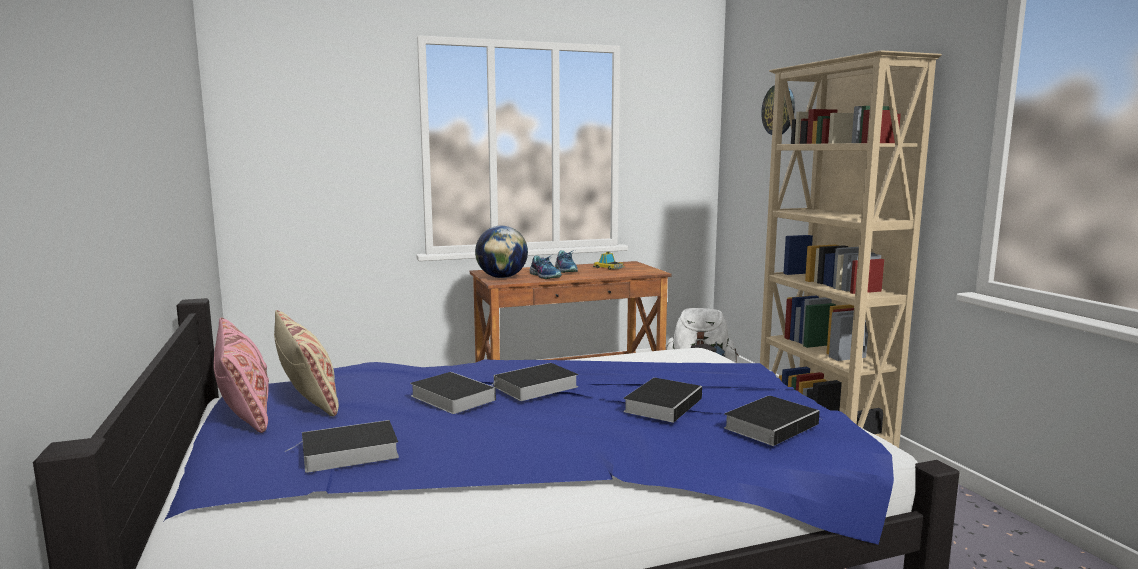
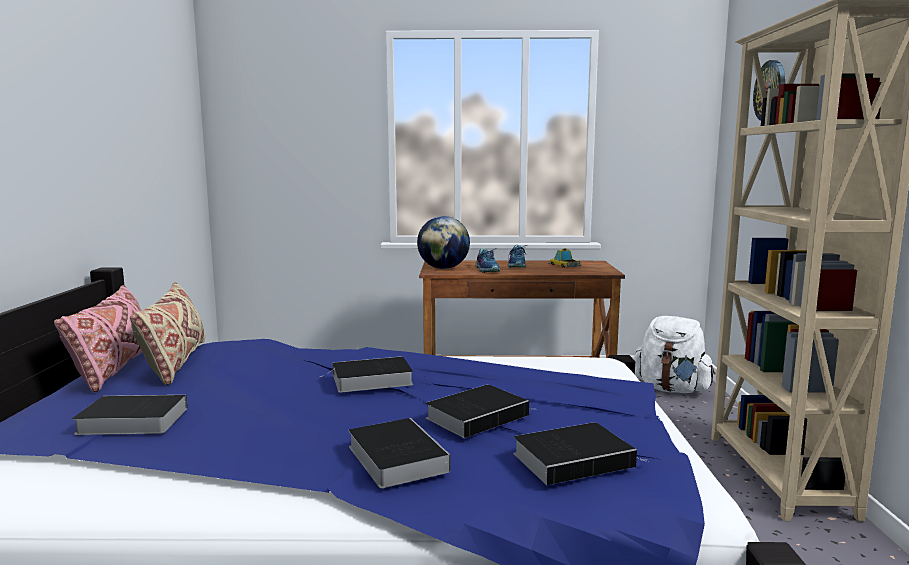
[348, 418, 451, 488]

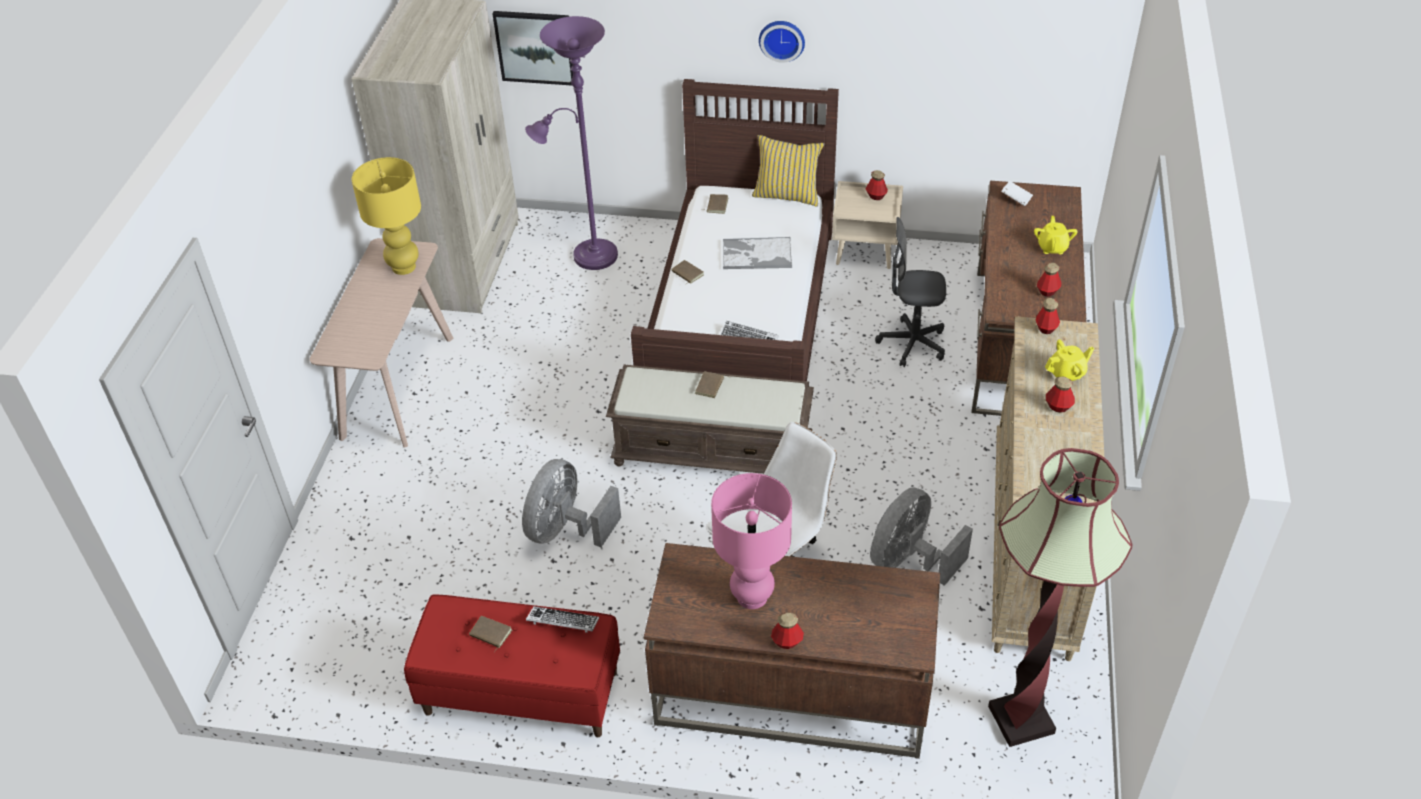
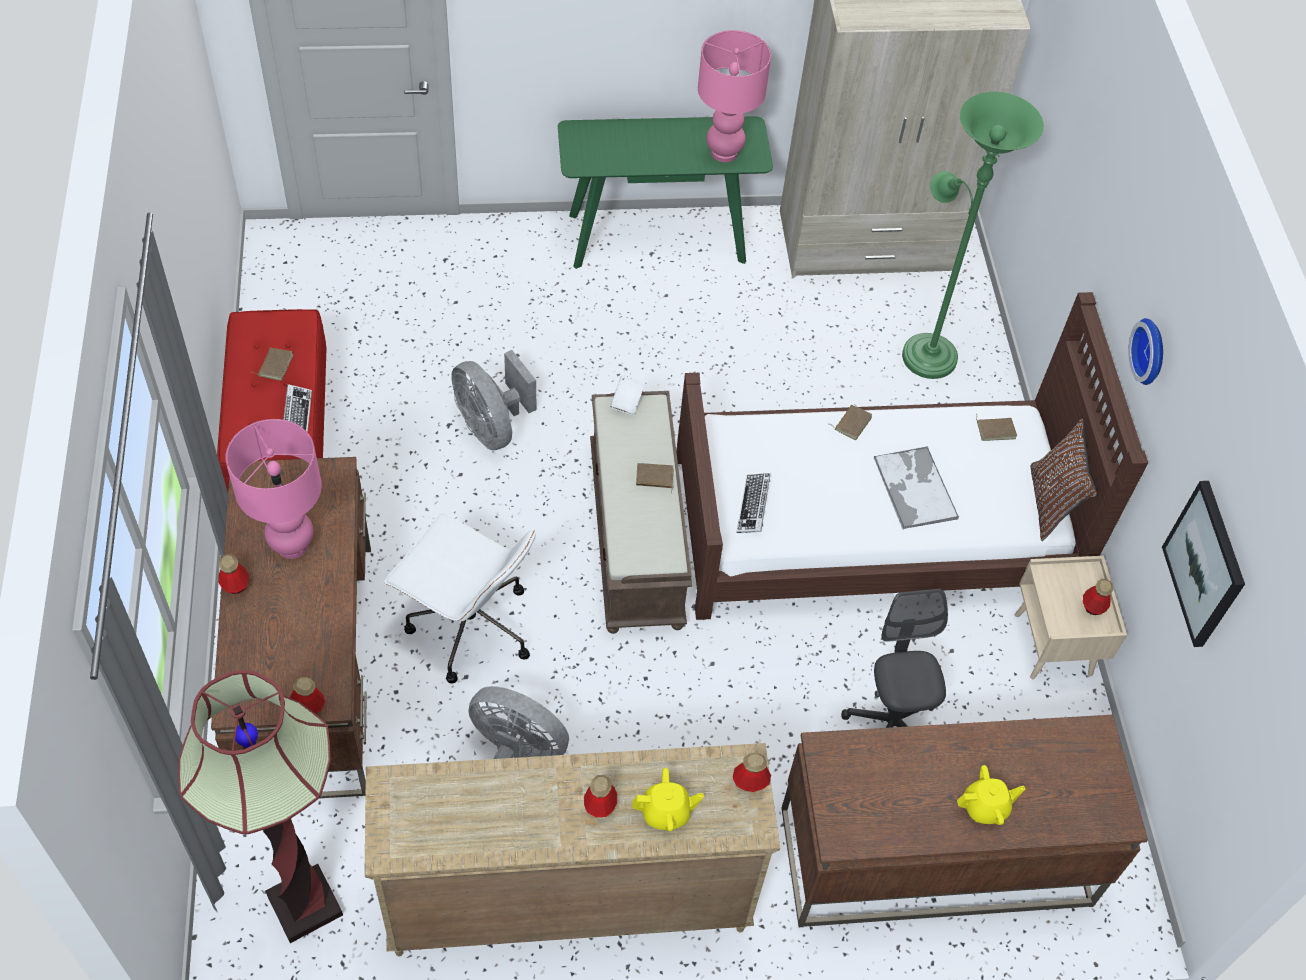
[1162, 481, 1245, 647]
[610, 375, 645, 415]
[290, 677, 325, 714]
[558, 116, 773, 269]
[698, 30, 771, 162]
[902, 92, 1044, 379]
[1030, 418, 1097, 541]
[451, 350, 536, 450]
[632, 768, 704, 831]

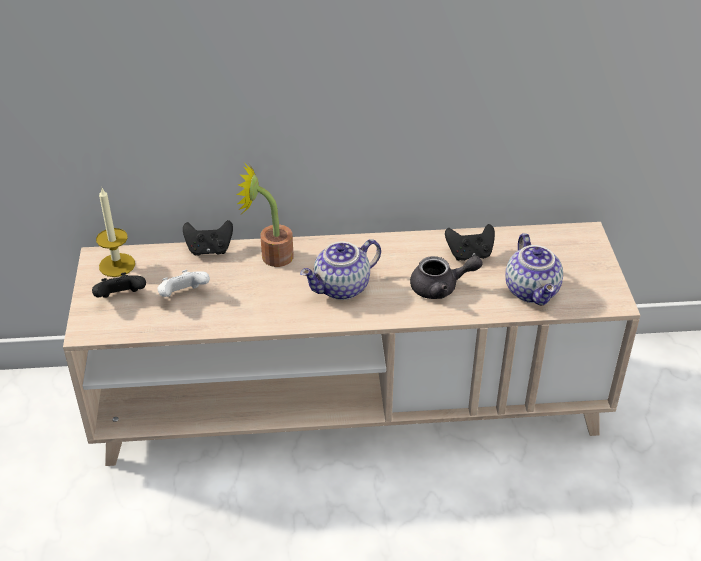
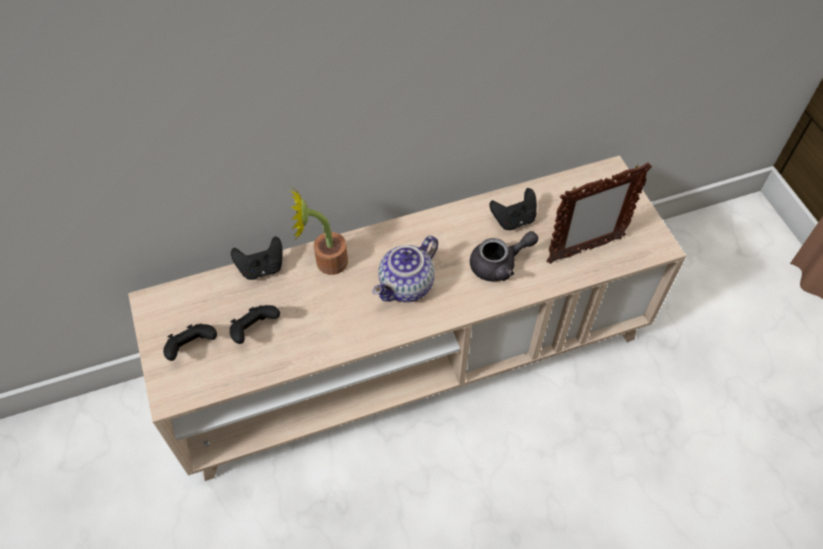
[96, 188, 135, 277] (first image)
[546, 163, 652, 264]
[230, 305, 280, 344]

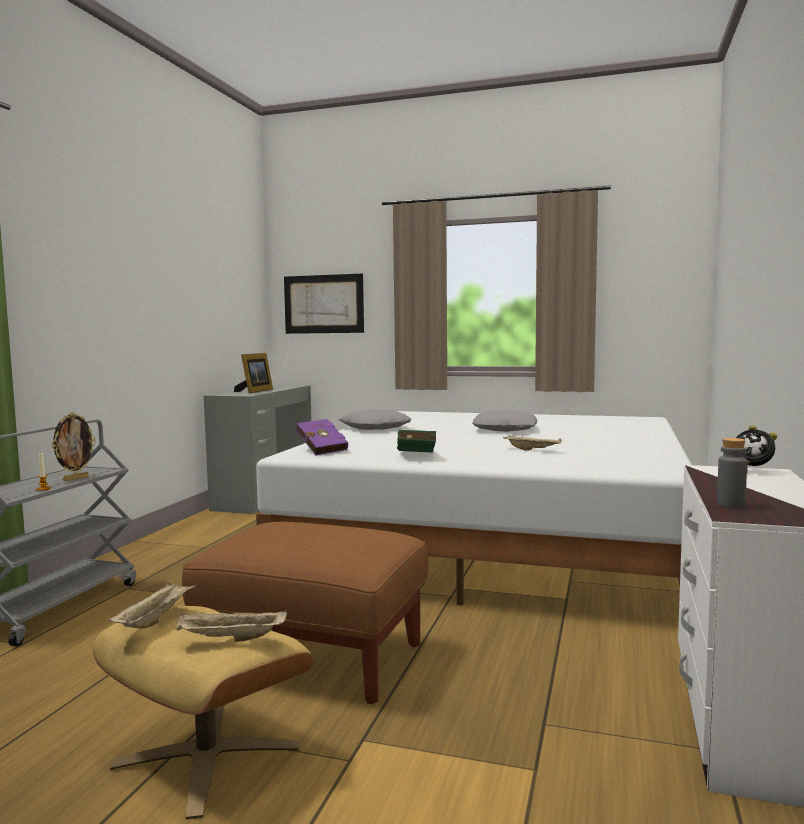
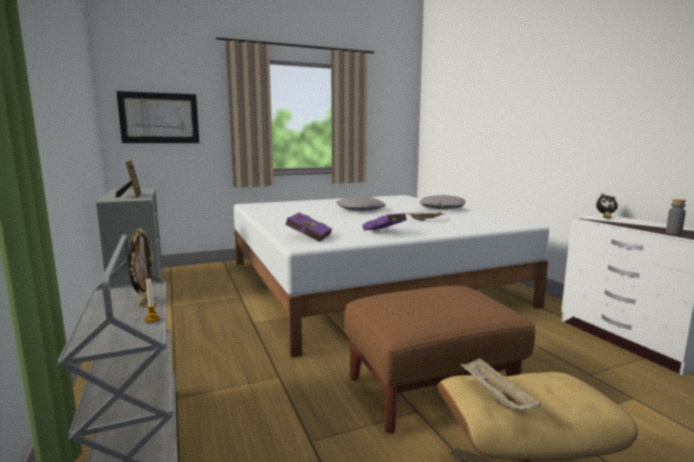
[176, 609, 287, 641] (first image)
[420, 195, 466, 209]
[362, 213, 407, 230]

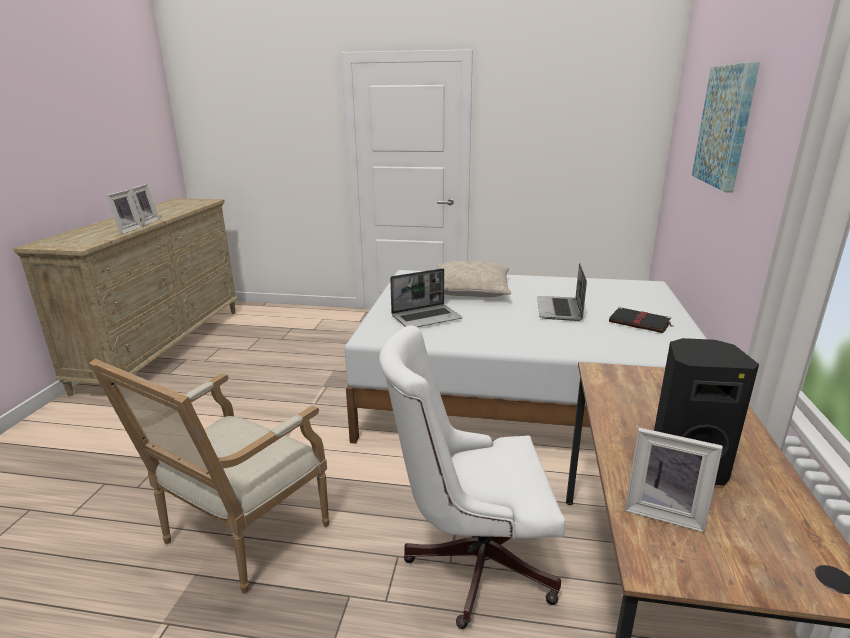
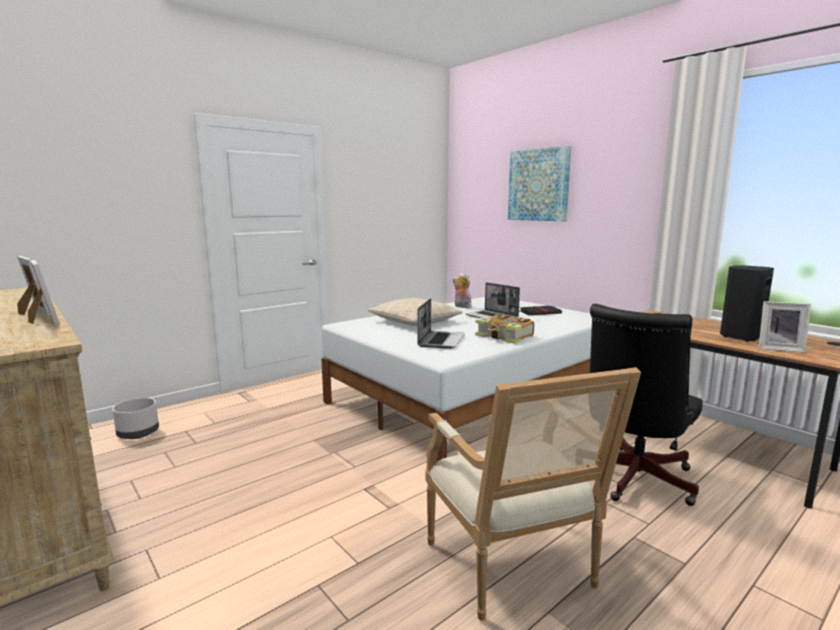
[112, 398, 159, 439]
[453, 273, 472, 308]
[475, 314, 534, 344]
[590, 304, 703, 506]
[758, 301, 811, 353]

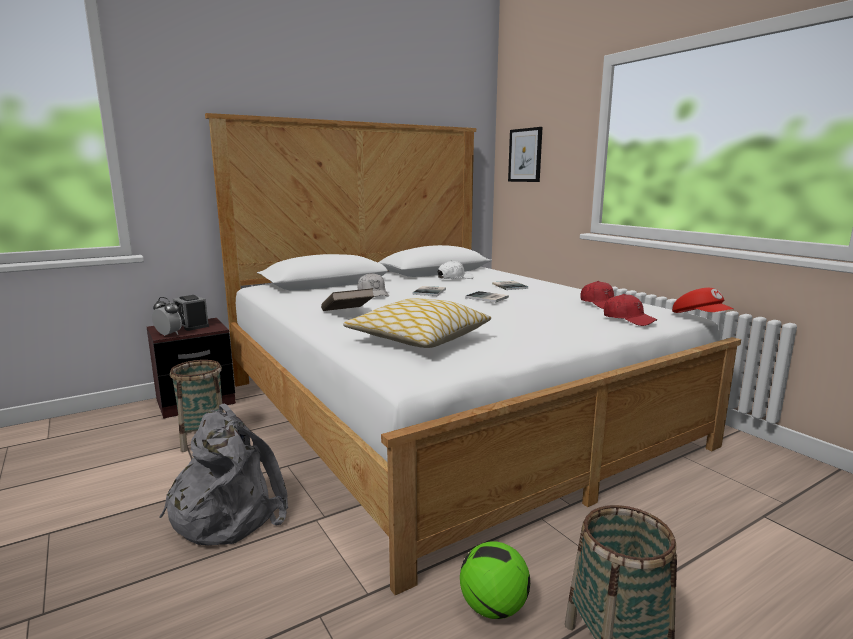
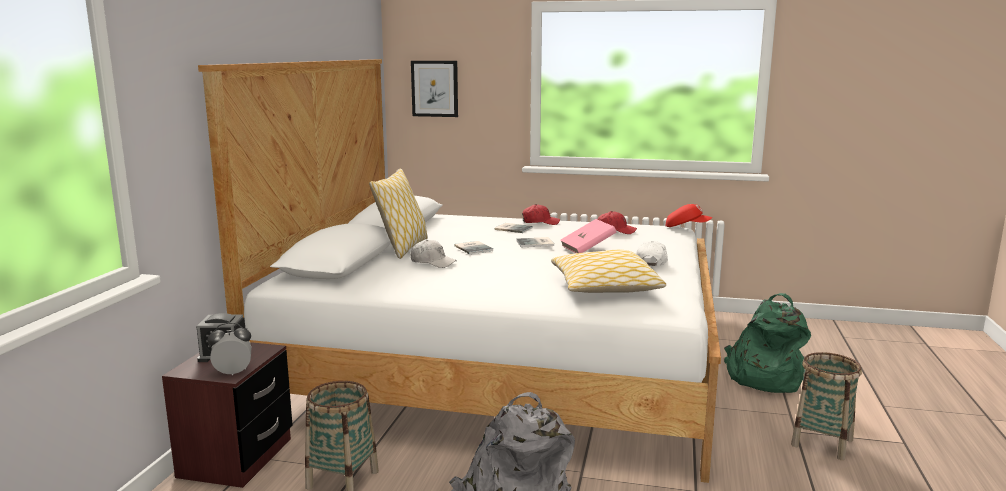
[321, 288, 374, 311] (first image)
[460, 541, 530, 619] (first image)
[369, 168, 428, 259]
[560, 219, 616, 253]
[724, 293, 811, 393]
[636, 241, 668, 266]
[522, 204, 560, 225]

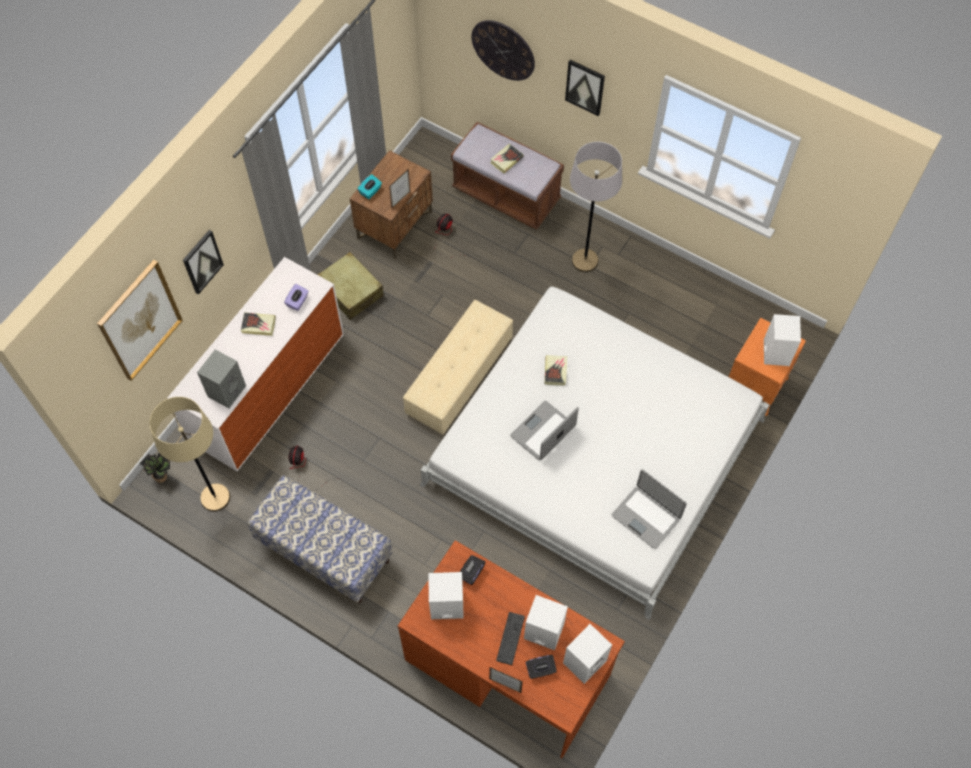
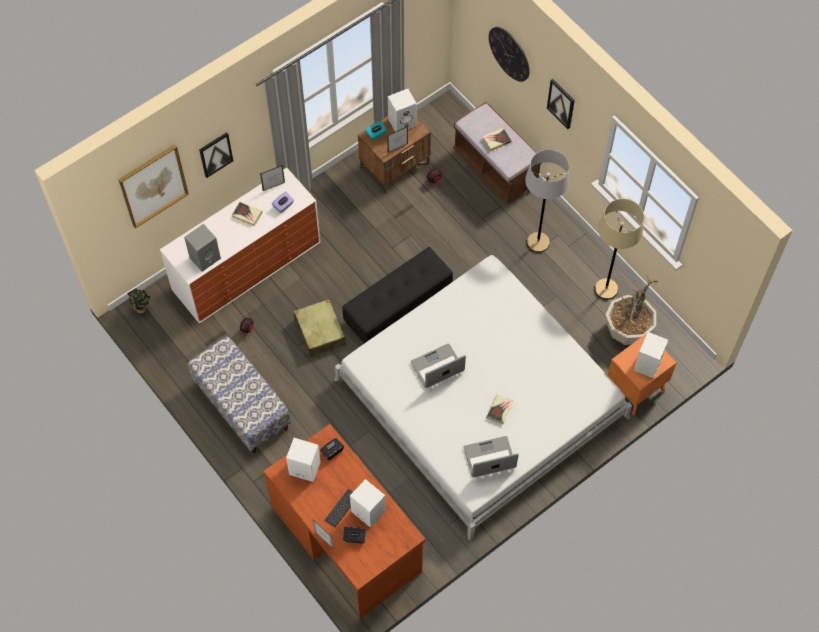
[260, 165, 285, 191]
[606, 275, 658, 345]
[594, 199, 644, 300]
[294, 299, 345, 357]
[487, 395, 513, 424]
[388, 89, 417, 132]
[342, 247, 453, 343]
[463, 436, 519, 477]

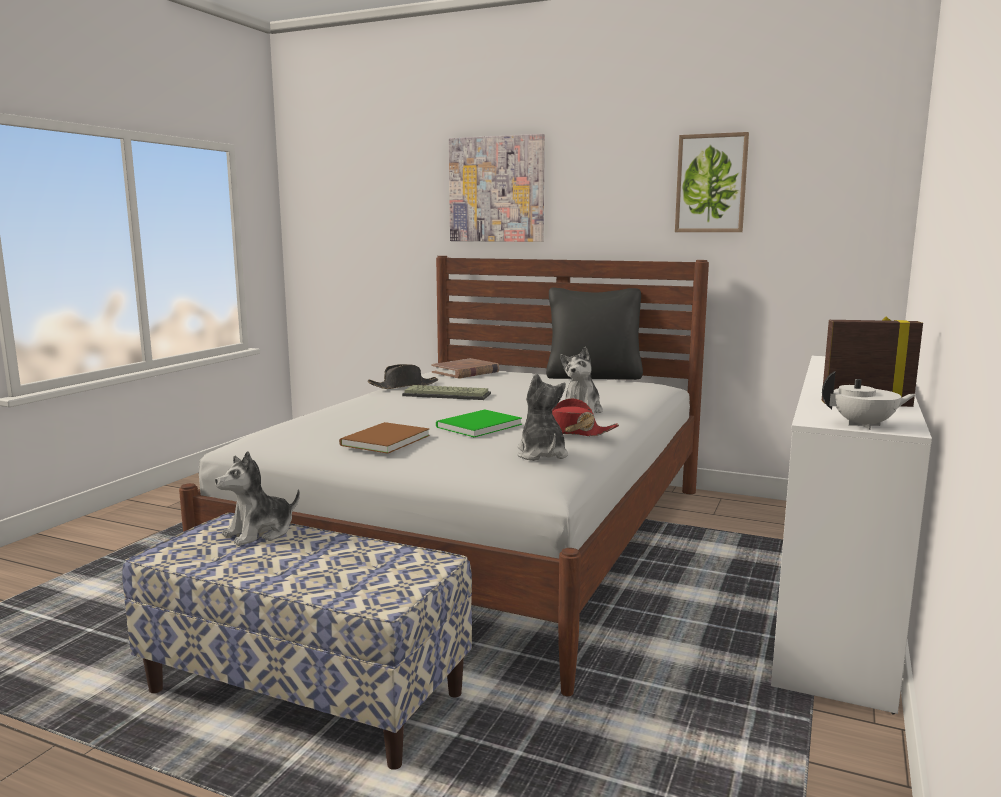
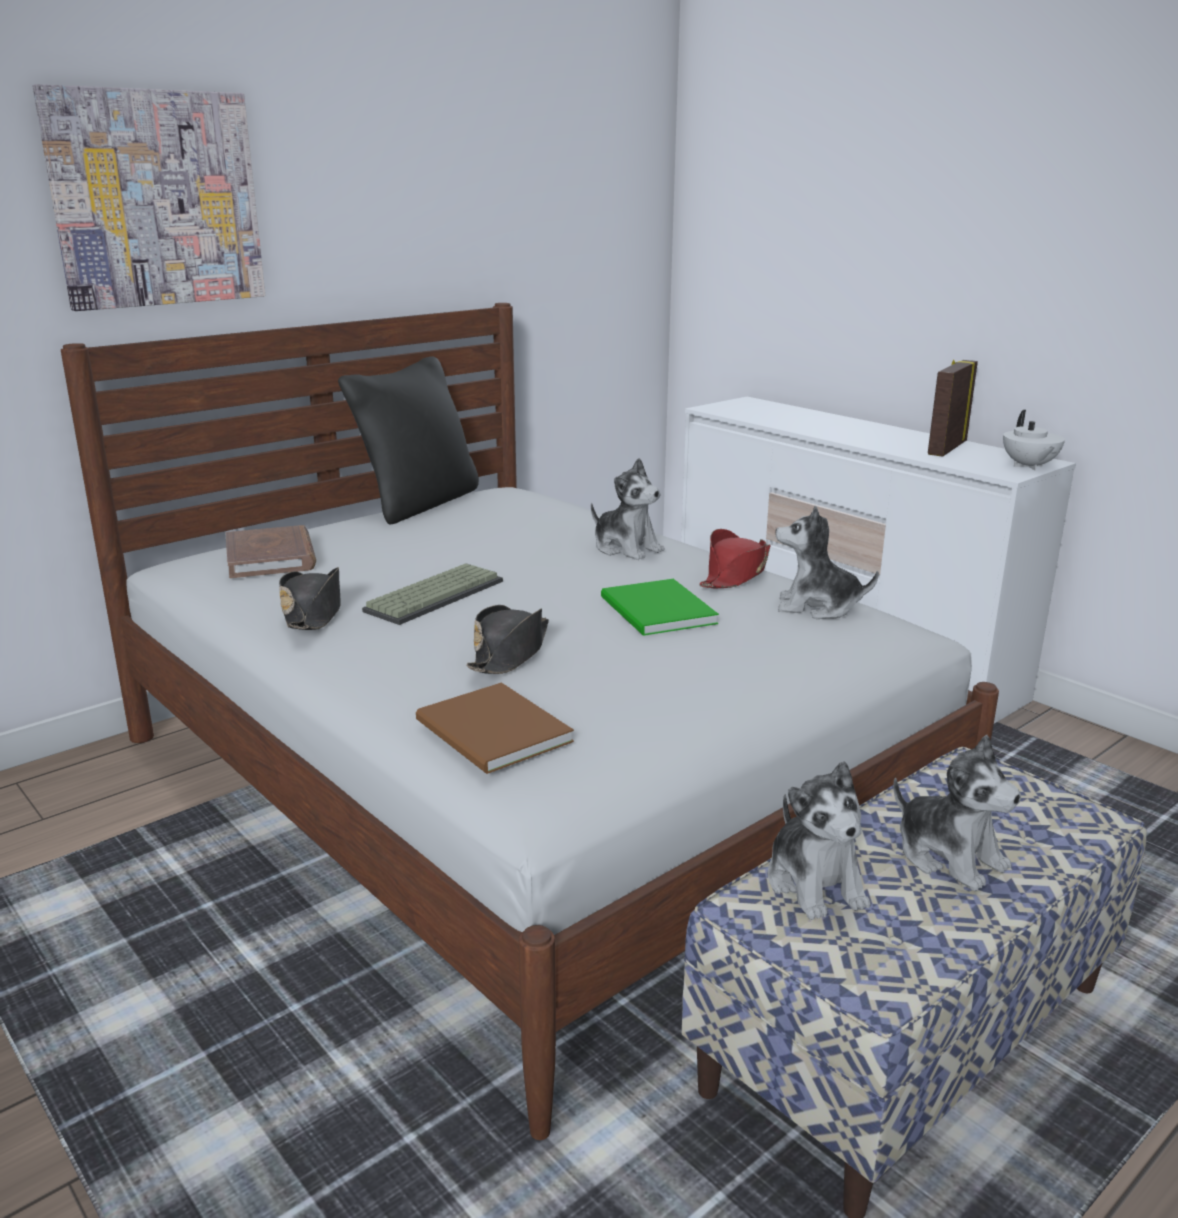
[675, 132, 749, 232] (first image)
[466, 605, 549, 674]
[893, 735, 1021, 891]
[416, 683, 574, 774]
[1003, 410, 1065, 471]

